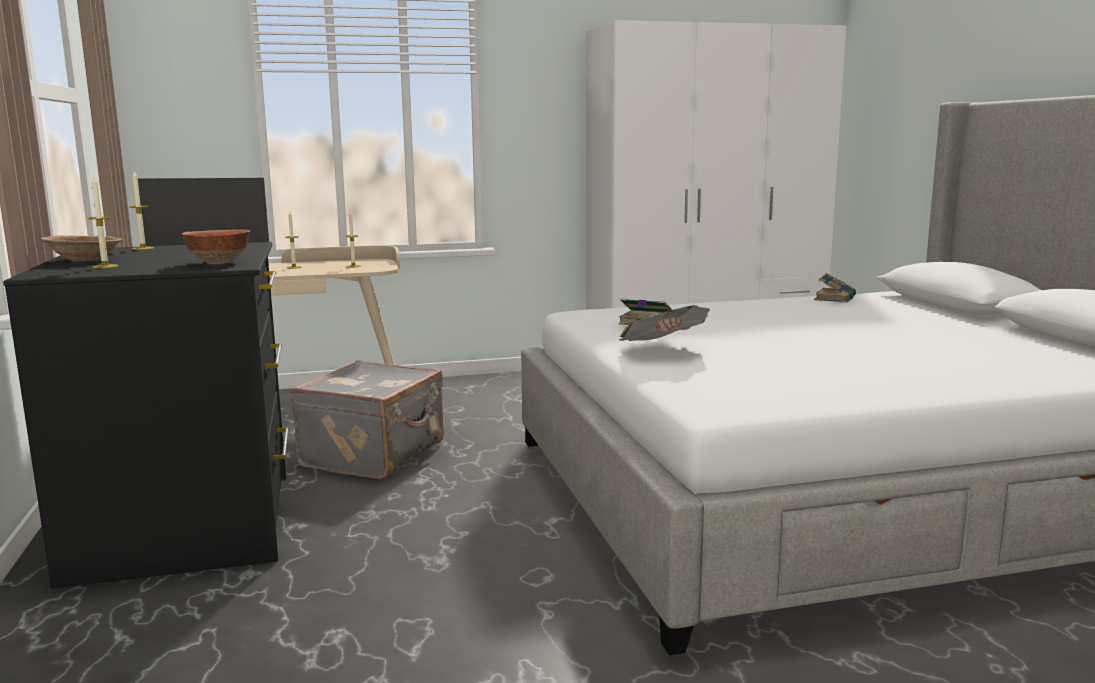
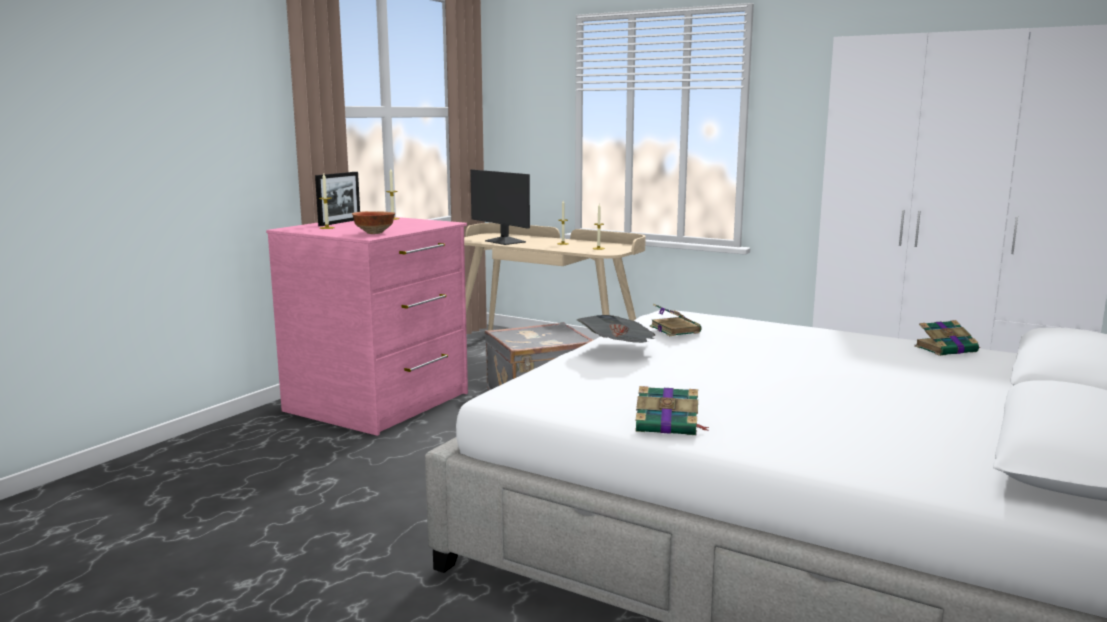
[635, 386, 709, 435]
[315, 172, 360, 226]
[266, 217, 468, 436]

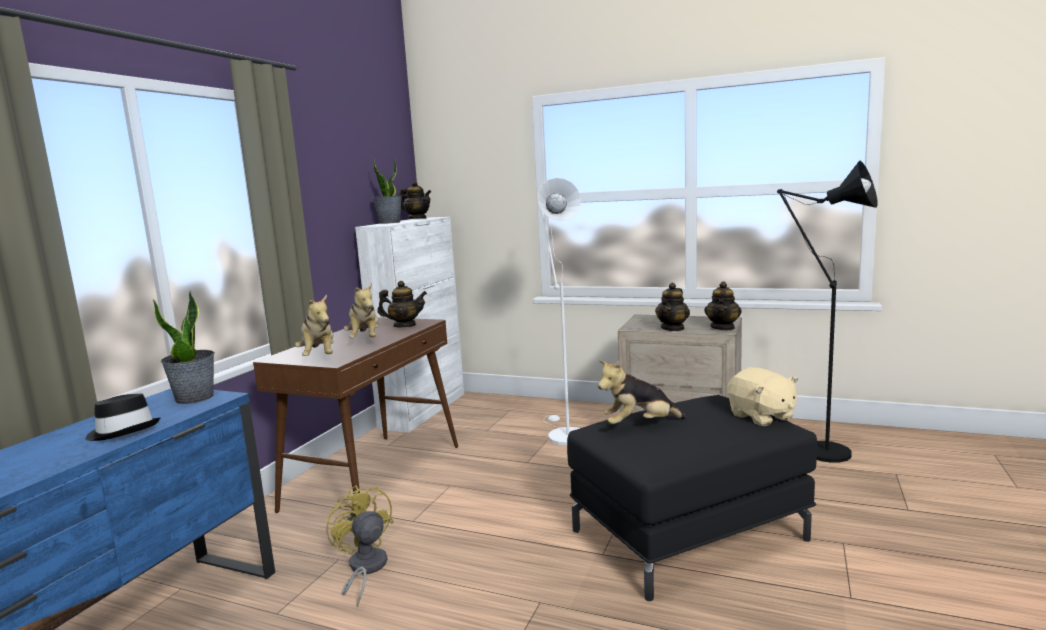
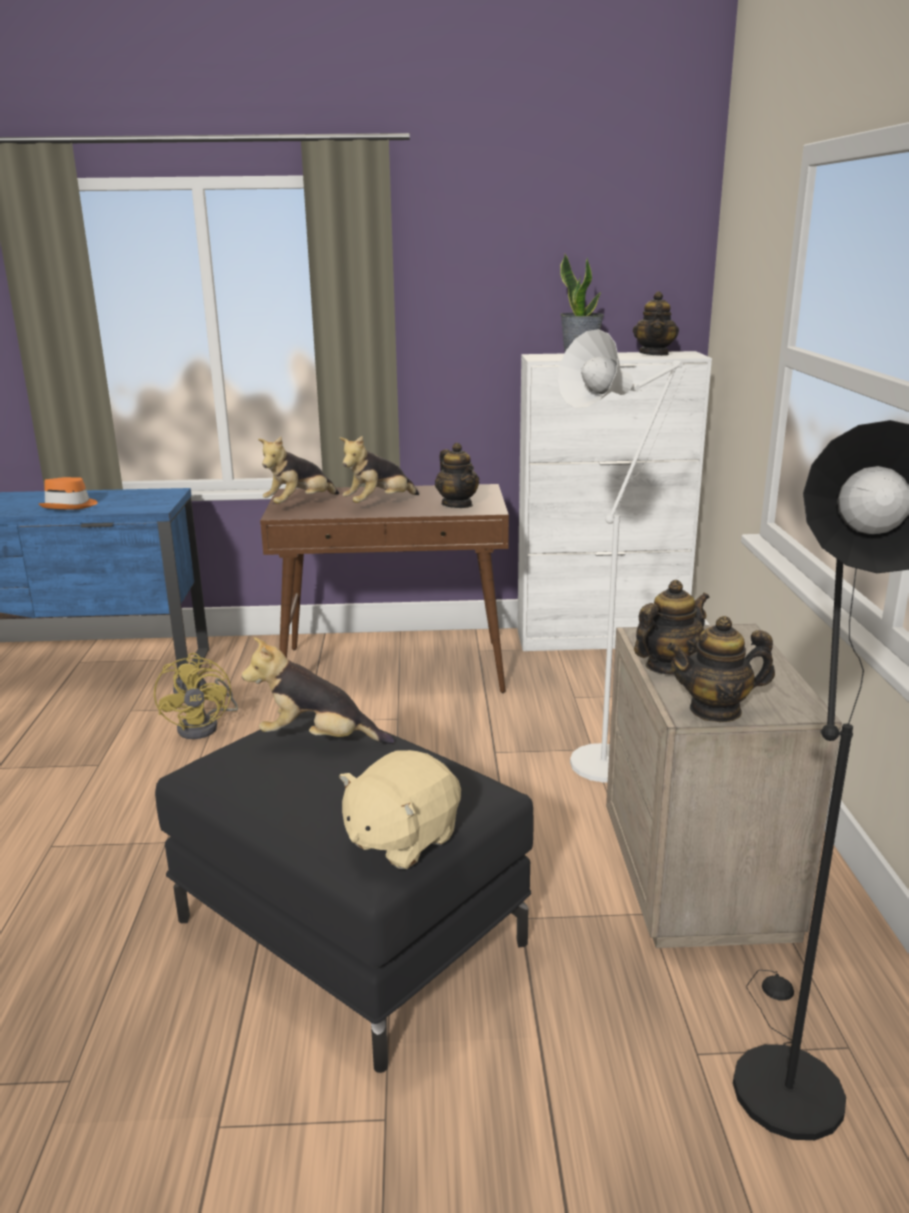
[153, 290, 215, 404] (first image)
[39, 477, 98, 509]
[154, 653, 238, 739]
[242, 637, 395, 744]
[634, 580, 710, 674]

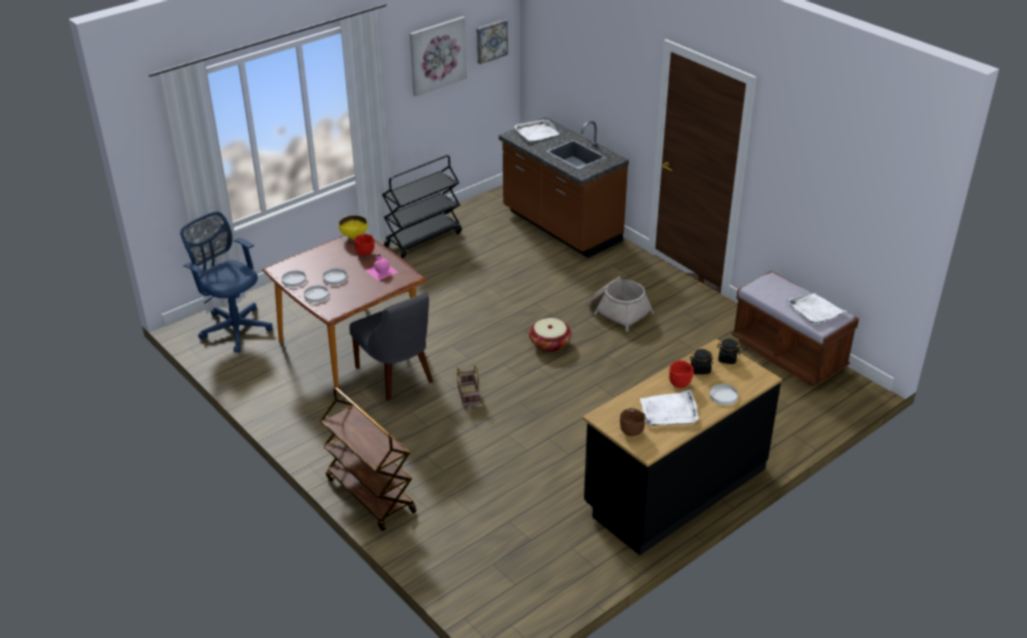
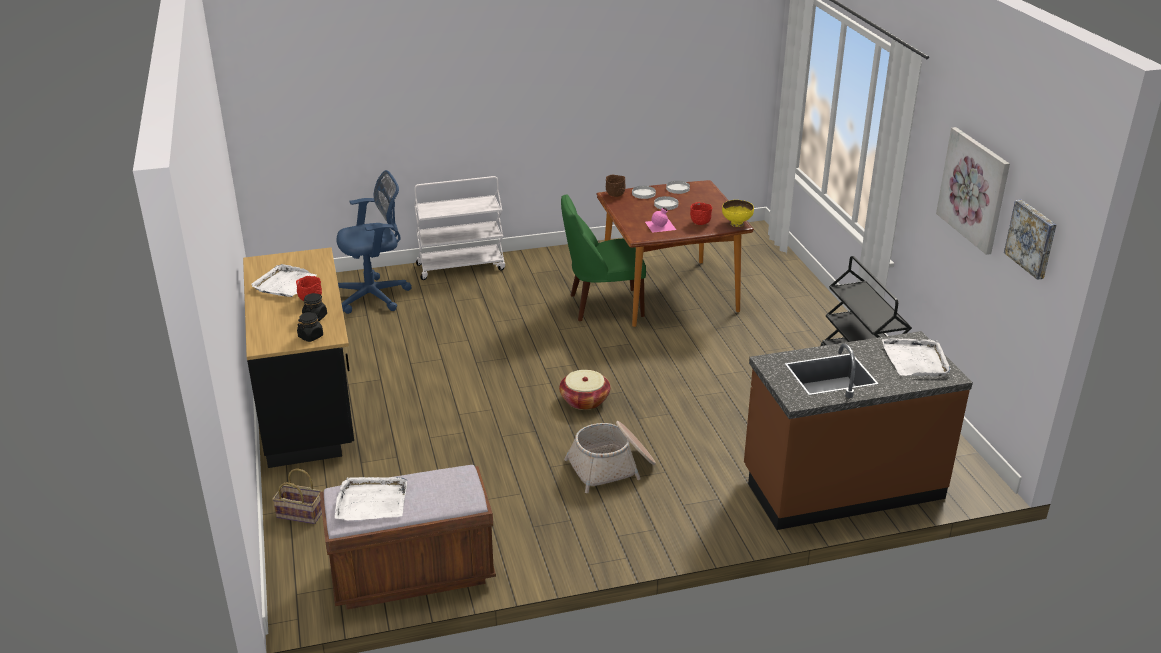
[710, 384, 738, 405] (first image)
[336, 170, 412, 314]
[273, 468, 322, 524]
[606, 175, 626, 197]
[414, 176, 505, 280]
[561, 194, 646, 321]

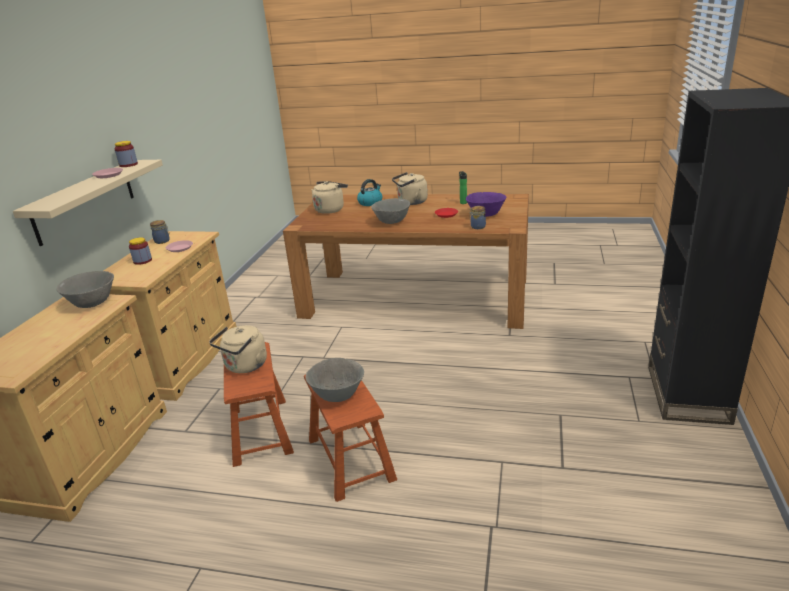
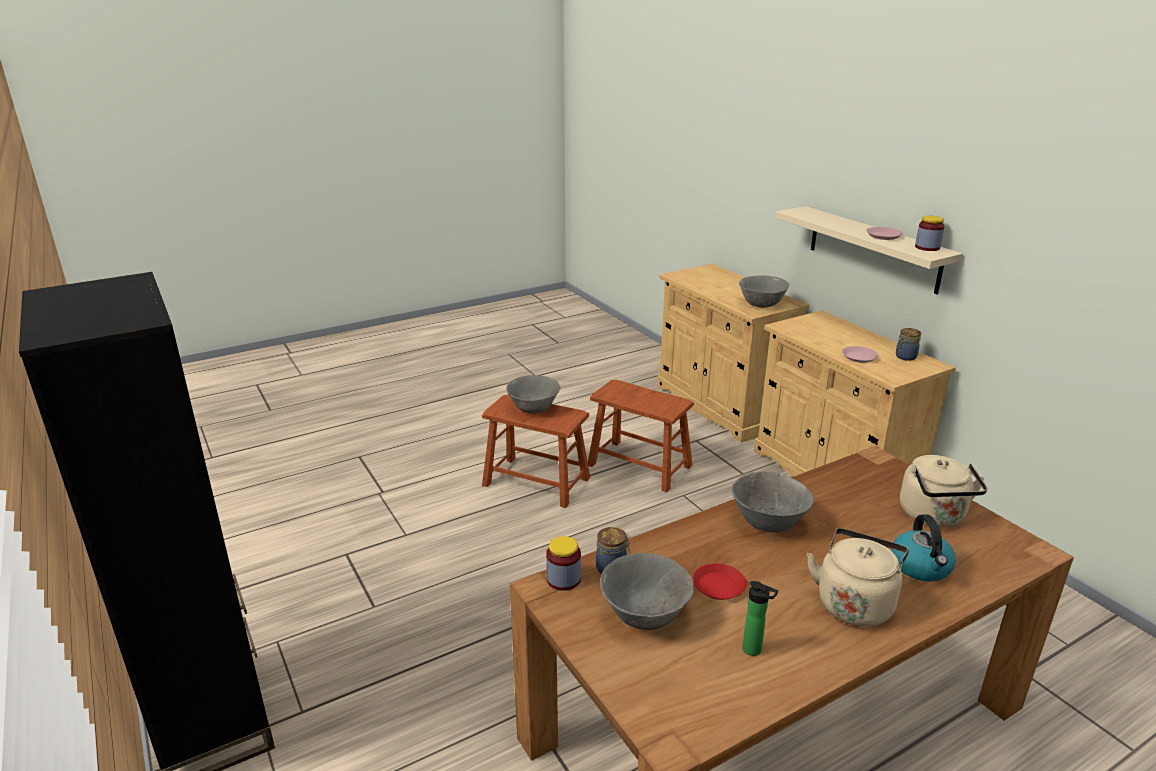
[209, 325, 267, 373] (first image)
[546, 536, 581, 591]
[600, 553, 694, 630]

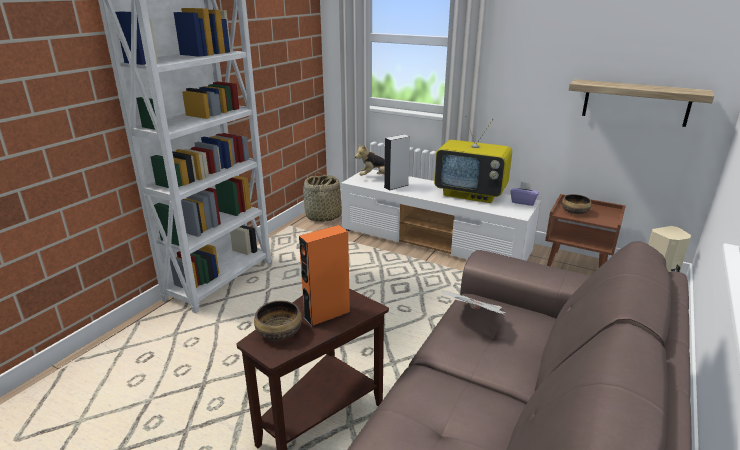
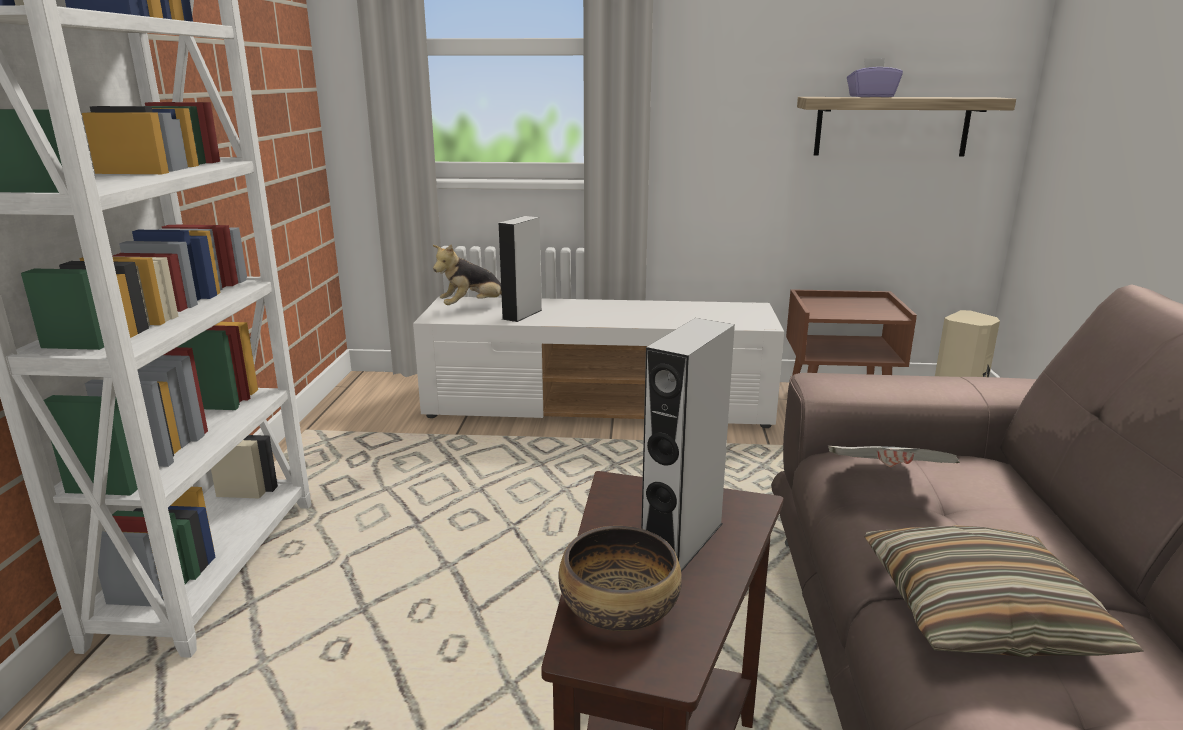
[303, 172, 342, 222] (first image)
[434, 115, 512, 203] (first image)
[562, 194, 592, 214] (first image)
[865, 525, 1144, 657]
[847, 58, 903, 97]
[641, 318, 735, 572]

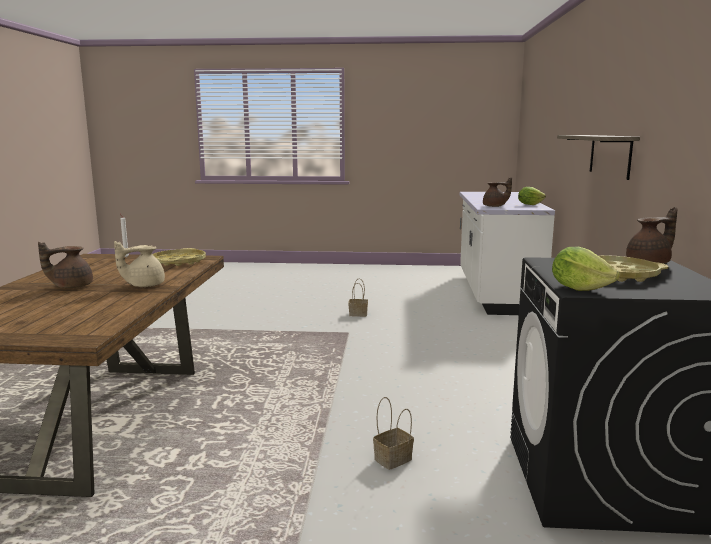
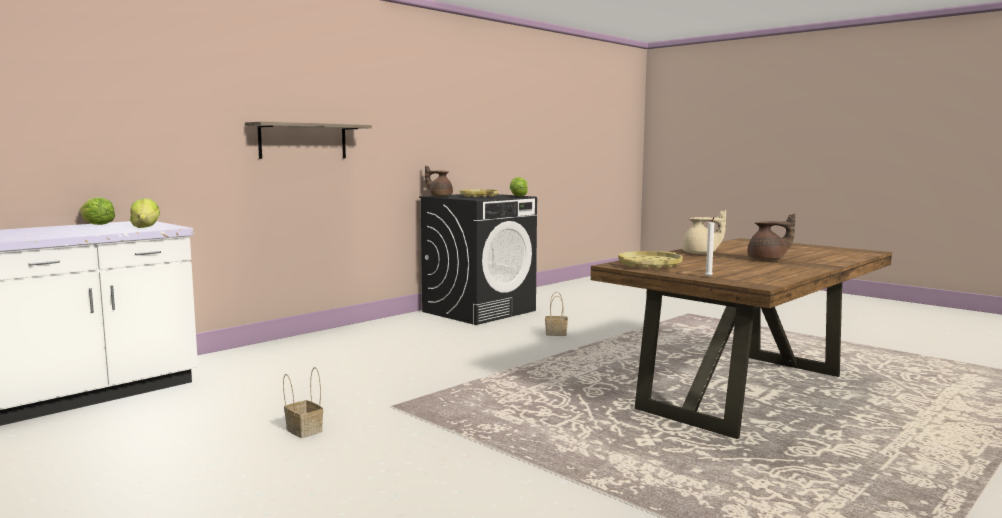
[130, 198, 160, 228]

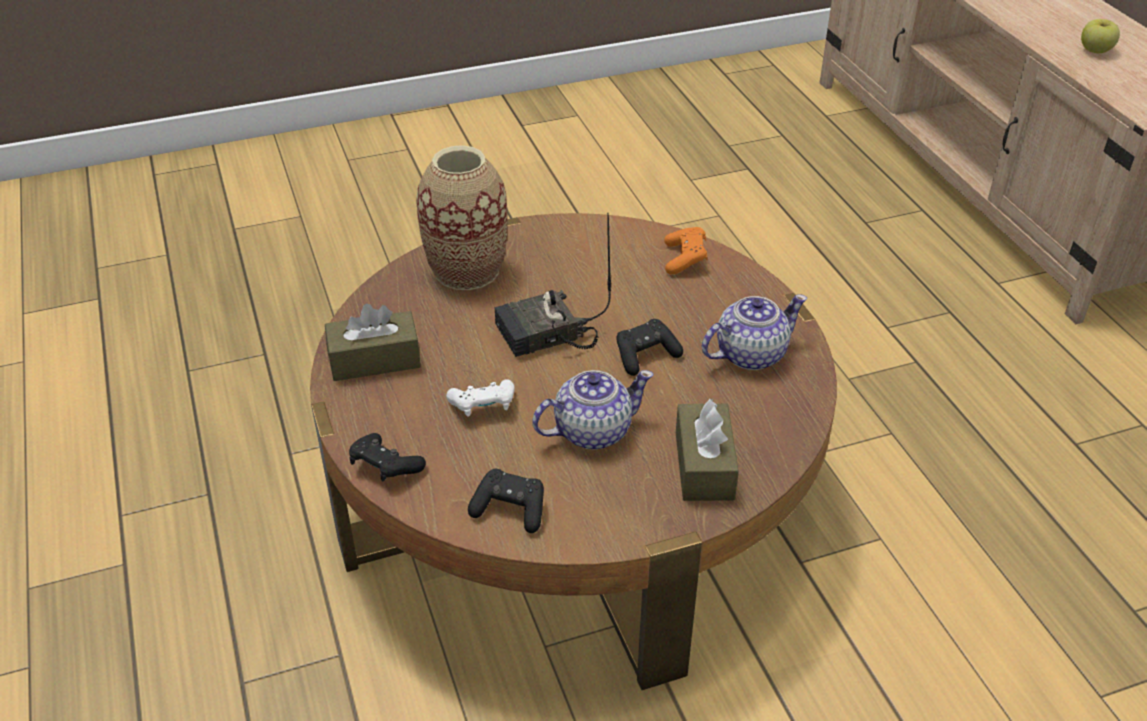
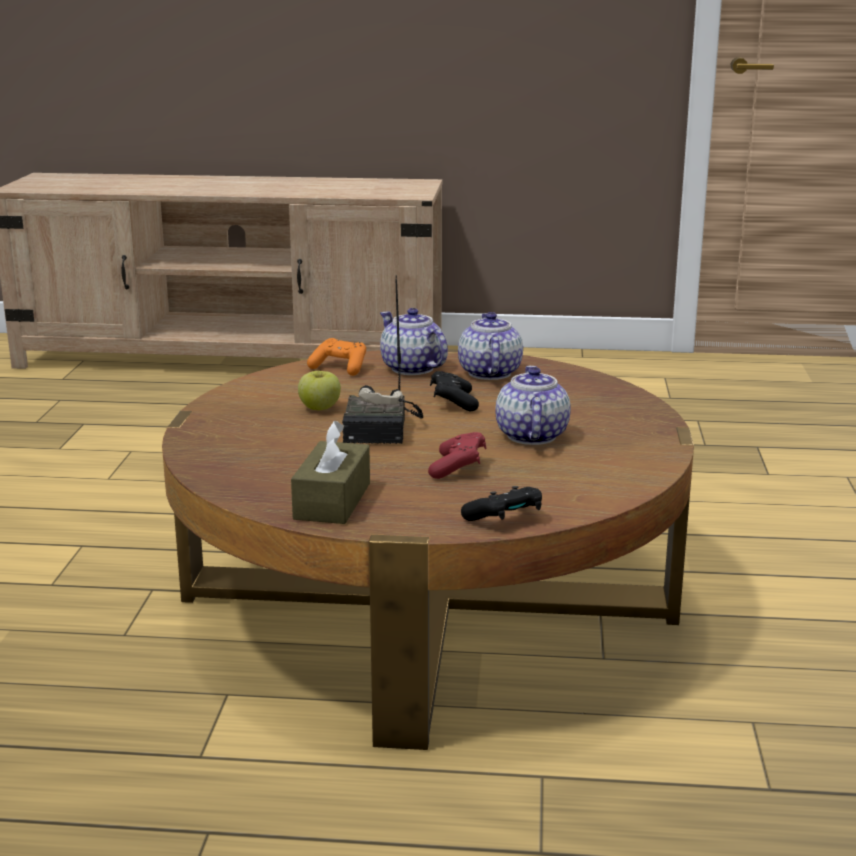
[416, 145, 507, 290] (first image)
[468, 469, 544, 533] (first image)
[676, 399, 739, 501] (first image)
[380, 308, 448, 375]
[298, 371, 341, 410]
[428, 432, 486, 479]

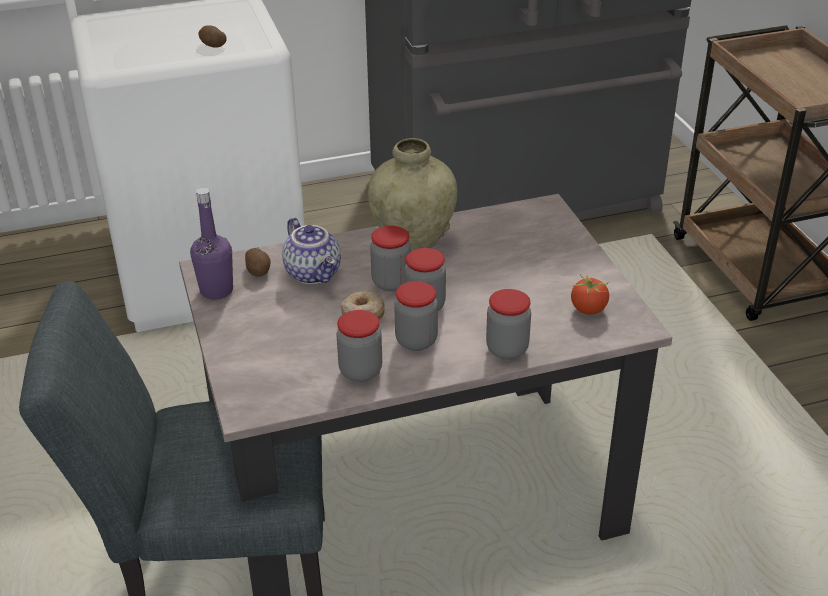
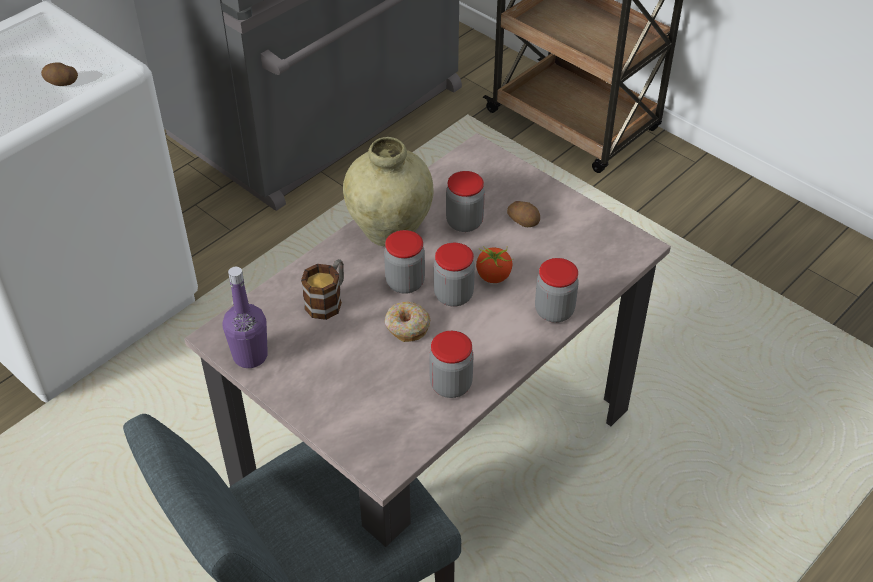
[507, 201, 540, 227]
[446, 171, 485, 232]
[476, 247, 514, 283]
[301, 259, 344, 320]

